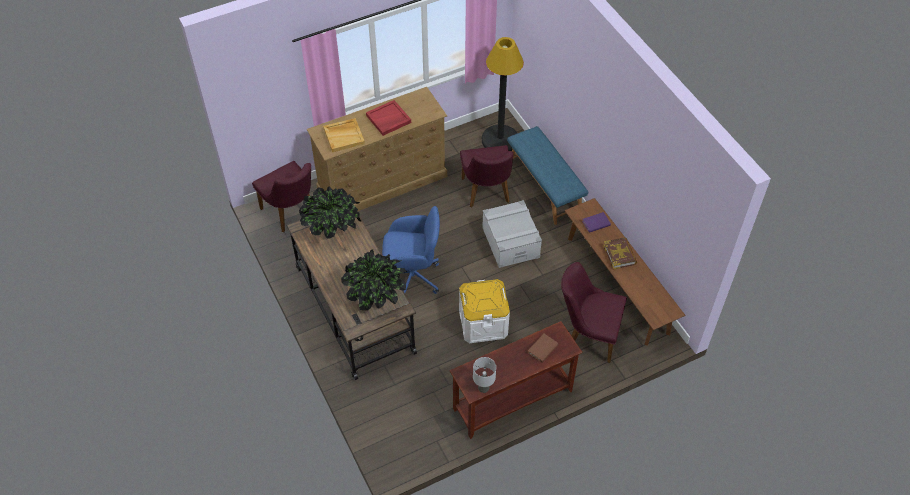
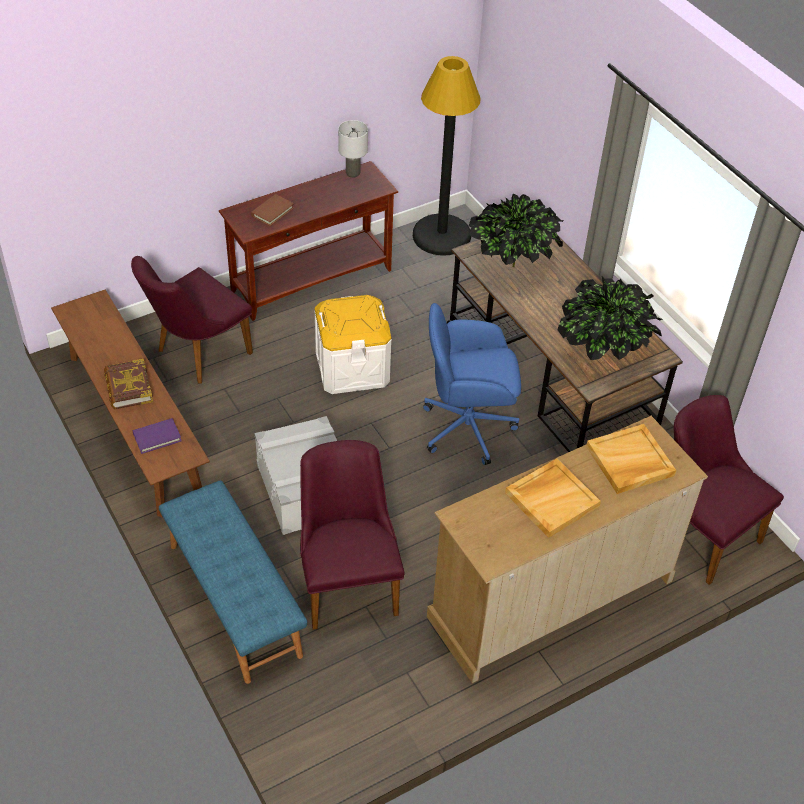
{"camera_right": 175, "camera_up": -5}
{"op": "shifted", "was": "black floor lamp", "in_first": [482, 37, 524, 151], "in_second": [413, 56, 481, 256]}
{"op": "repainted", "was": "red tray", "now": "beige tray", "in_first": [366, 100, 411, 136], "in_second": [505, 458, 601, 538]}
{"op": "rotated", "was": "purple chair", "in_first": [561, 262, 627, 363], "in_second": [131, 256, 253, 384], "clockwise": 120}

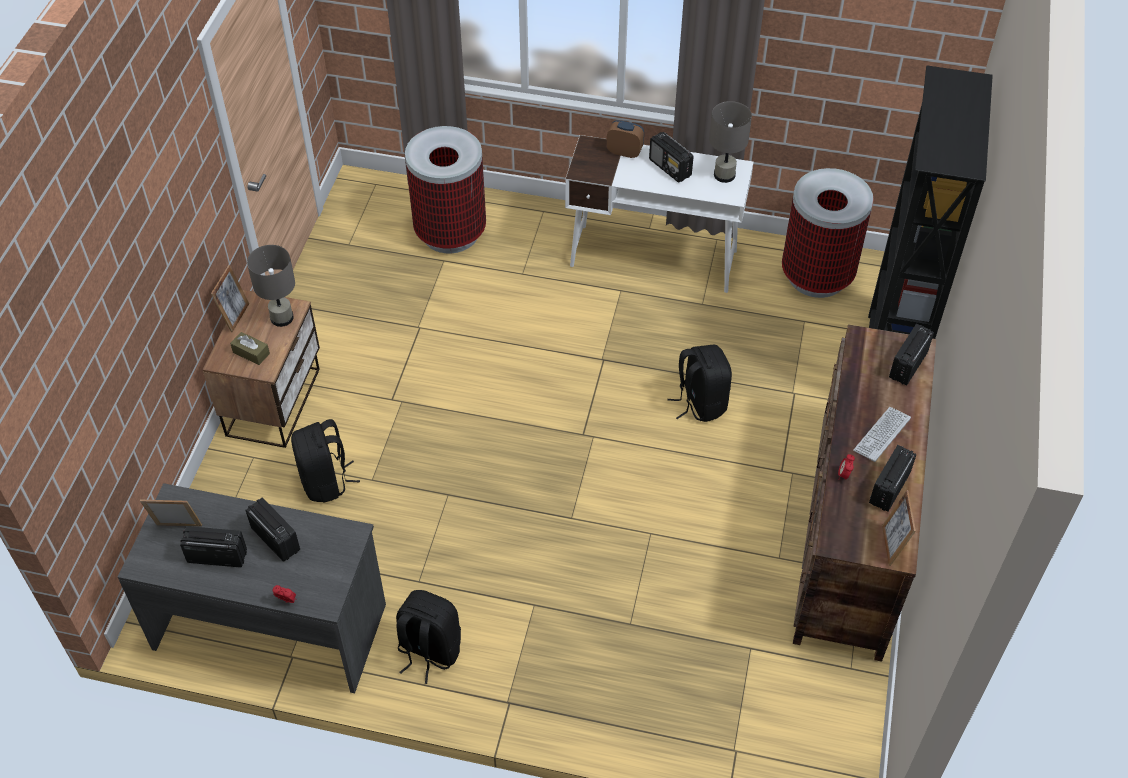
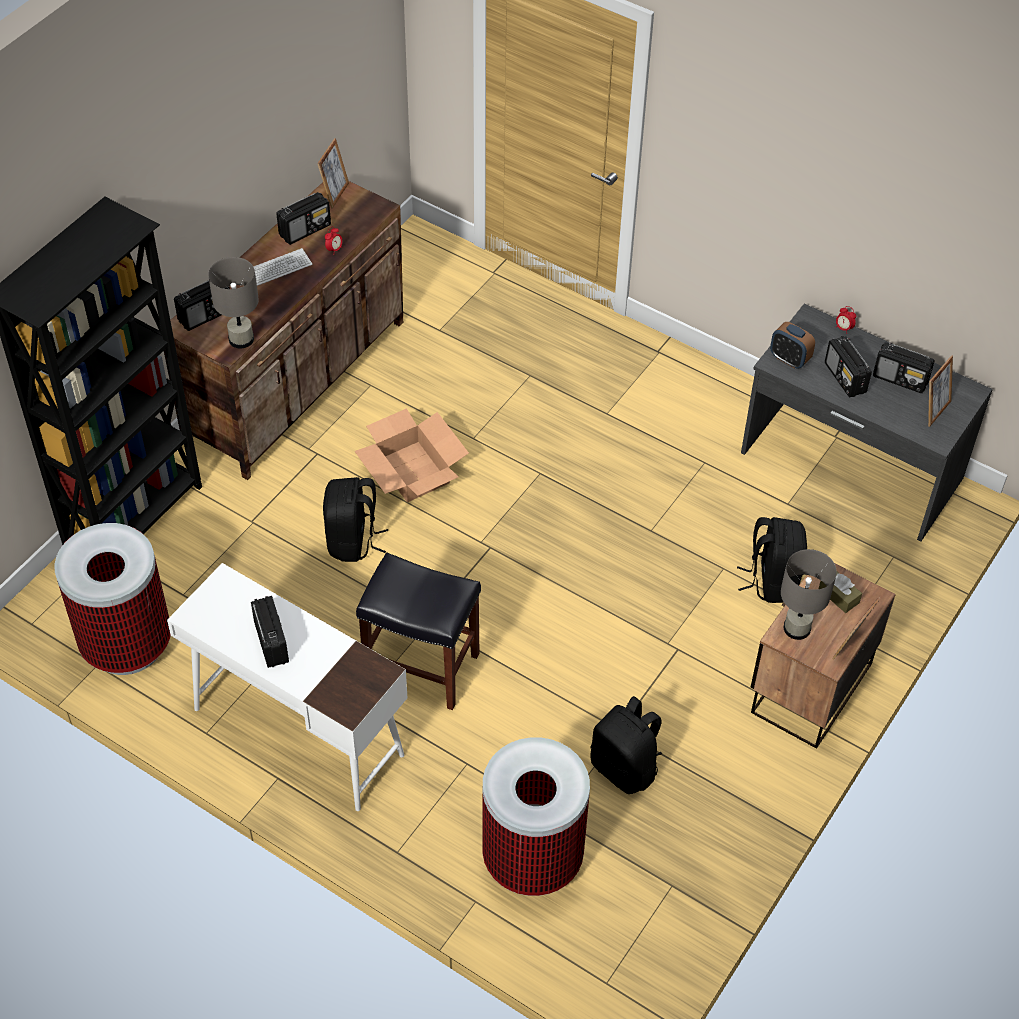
{"camera_right": -160, "camera_up": 0}
{"op": "shifted", "was": "grey table lamp", "in_first": [709, 101, 752, 183], "in_second": [208, 257, 258, 348]}
{"op": "shifted", "was": "alarm clock", "in_first": [607, 120, 644, 158], "in_second": [770, 322, 815, 369]}
{"op": "rotated", "was": "picture frame", "in_first": [140, 499, 202, 526], "in_second": [928, 355, 953, 427], "clockwise": -75}
{"op": "shifted", "was": "black backpack", "in_first": [396, 590, 461, 684], "in_second": [590, 696, 662, 794]}
{"op": "new", "now": "cardboard box", "in_second": [355, 408, 469, 502]}
{"op": "new", "now": "black stool", "in_second": [356, 553, 481, 710]}

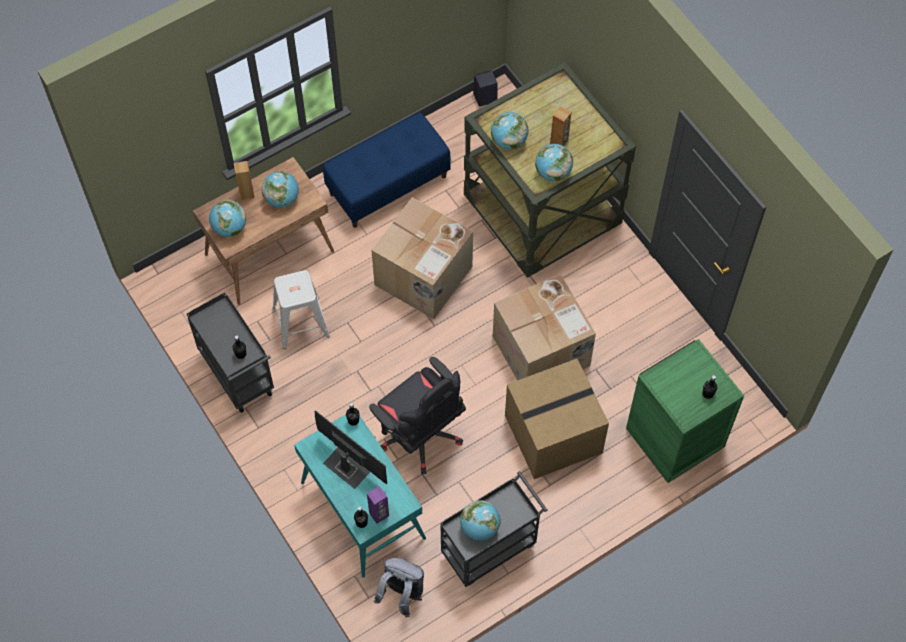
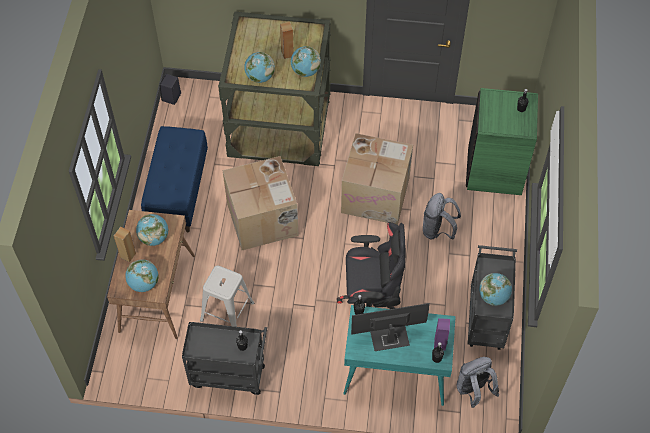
{"camera_right": -50, "camera_up": -5}
{"op": "swapped", "was": "cardboard box", "now": "grey backpack", "in_first": [505, 359, 609, 479], "in_second": [423, 193, 461, 240]}

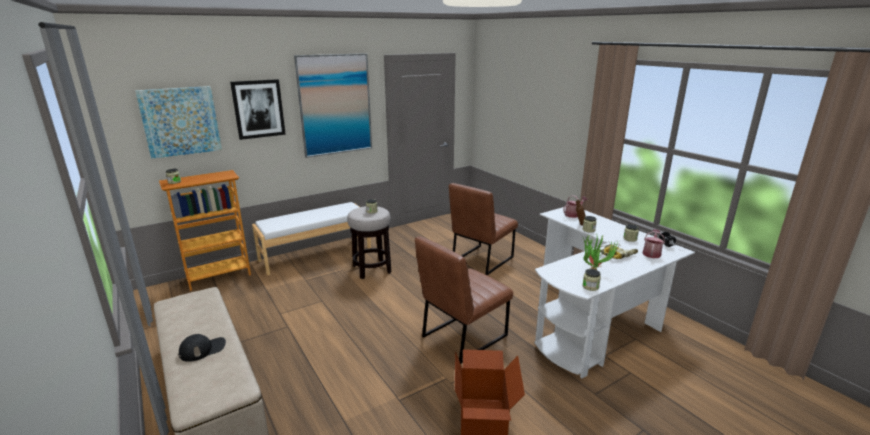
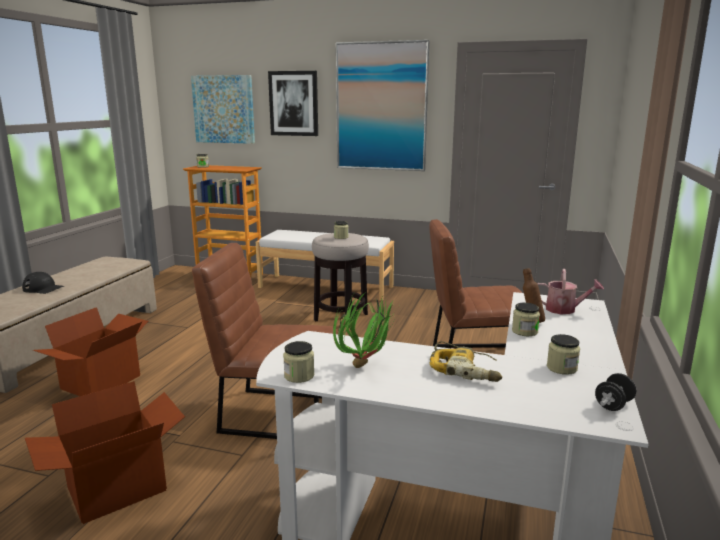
{"camera_right": 50, "camera_up": -5}
{"op": "gone", "was": "watering can", "in_first": [643, 229, 665, 258]}
{"op": "new", "now": "cardboard box", "in_second": [33, 307, 148, 396]}

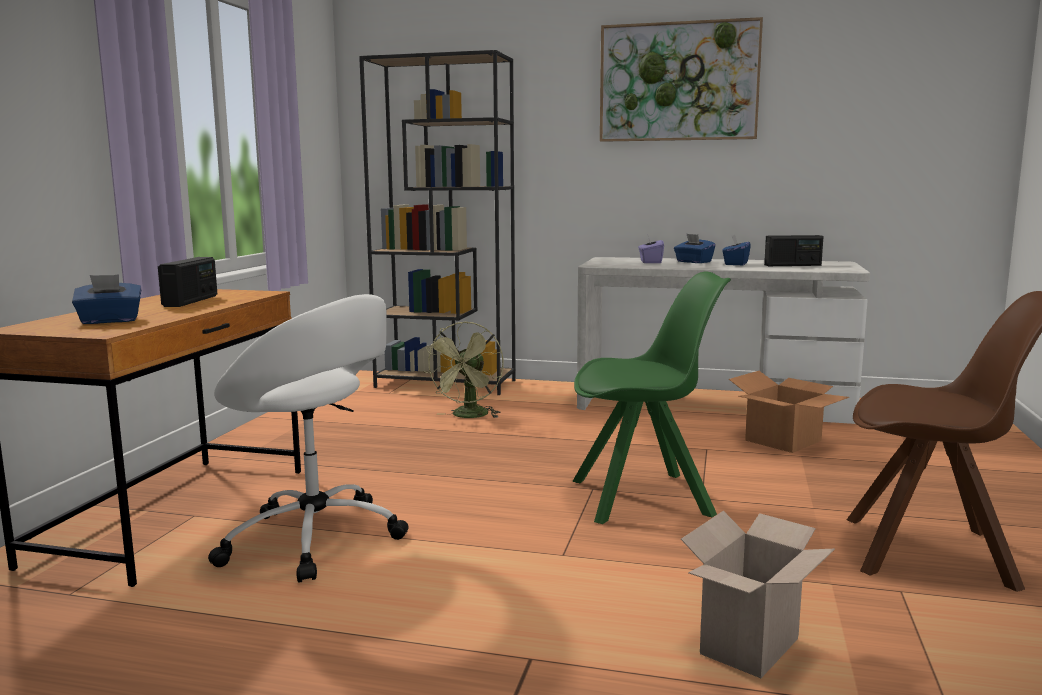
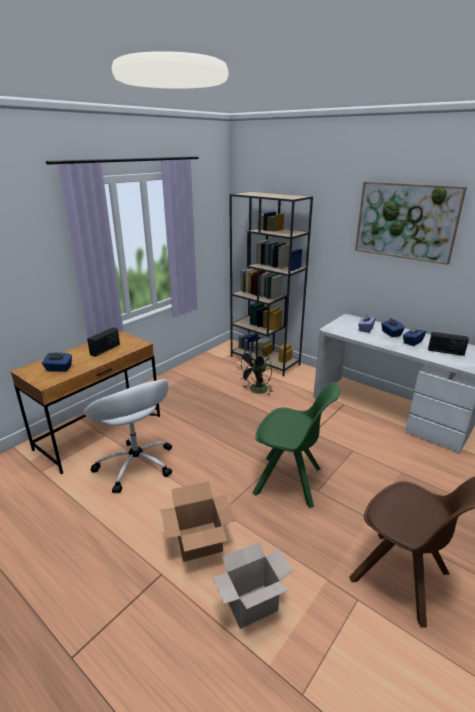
{"camera_right": 25, "camera_up": 15}
{"op": "repainted", "was": "green fan", "now": "black fan", "in_first": [424, 321, 503, 418], "in_second": [237, 347, 273, 395]}
{"op": "shifted", "was": "cardboard box", "in_first": [729, 371, 849, 453], "in_second": [161, 481, 235, 562]}

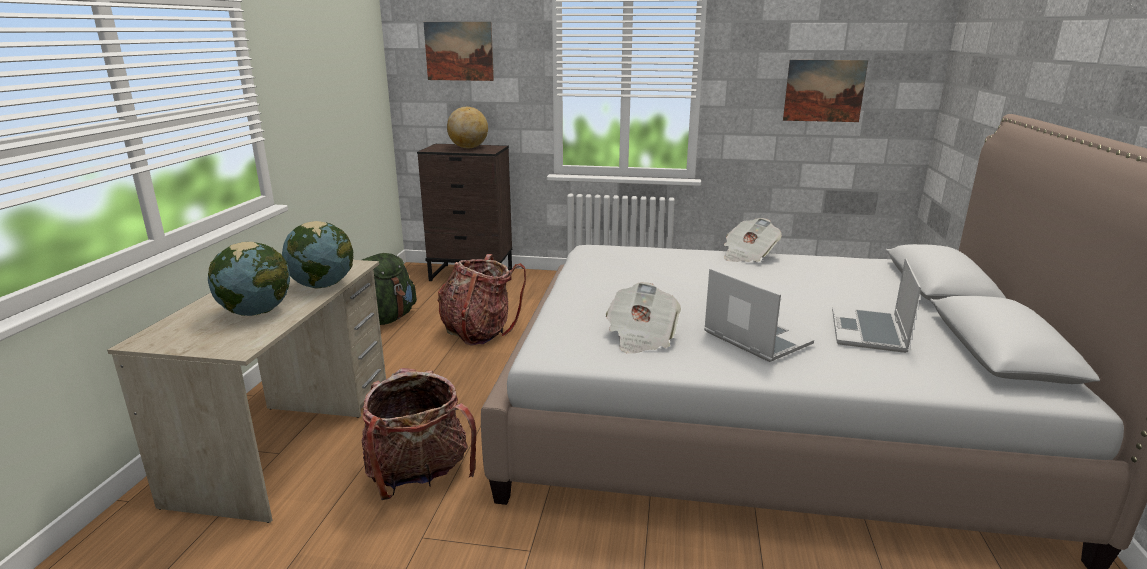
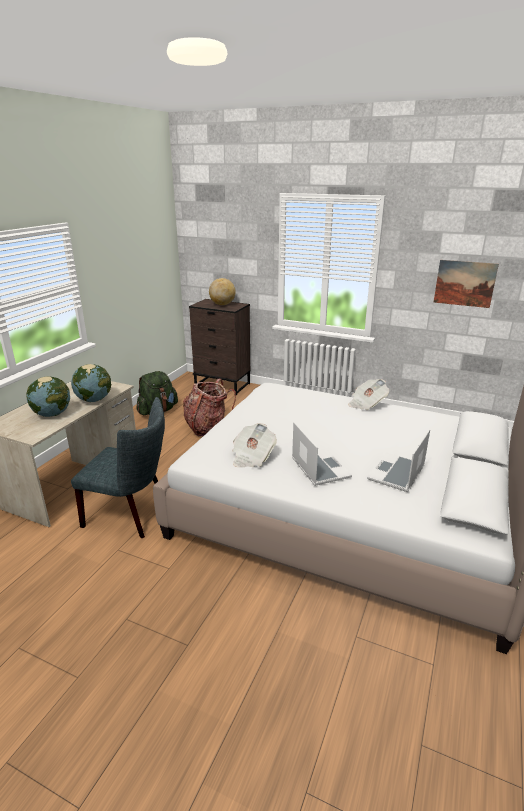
{"camera_right": 15, "camera_up": 5}
{"op": "gone", "was": "picture", "in_first": [424, 22, 494, 81]}
{"op": "swapped", "was": "backpack", "now": "grey chair", "in_first": [362, 368, 476, 500], "in_second": [71, 397, 165, 538]}

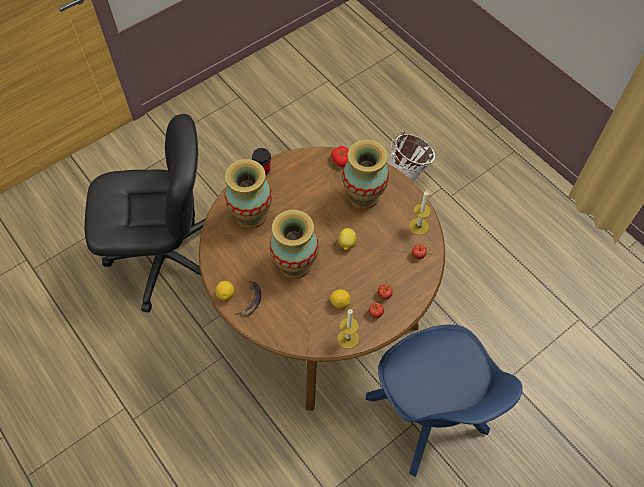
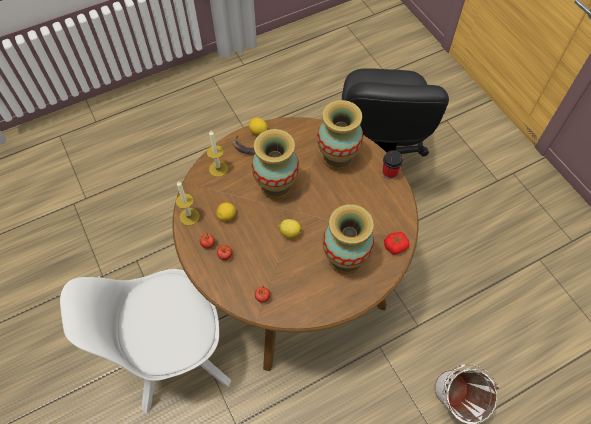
{"camera_right": 100, "camera_up": 0}
{"op": "shifted", "was": "candle", "in_first": [409, 191, 431, 235], "in_second": [207, 131, 228, 177]}
{"op": "repainted", "was": "blue chair", "now": "white chair", "in_first": [366, 325, 523, 477], "in_second": [60, 269, 231, 414]}

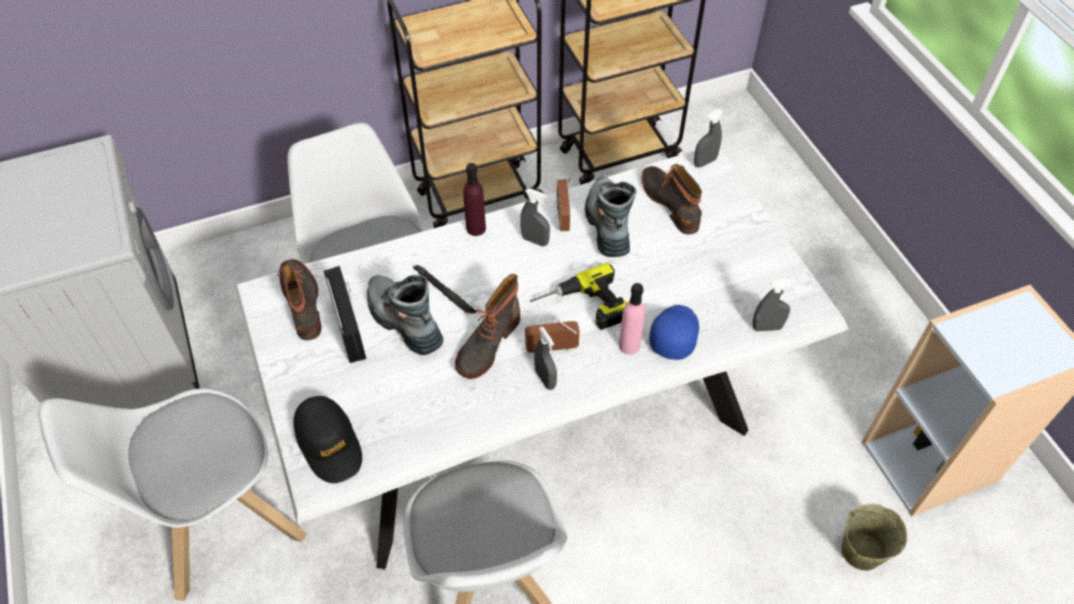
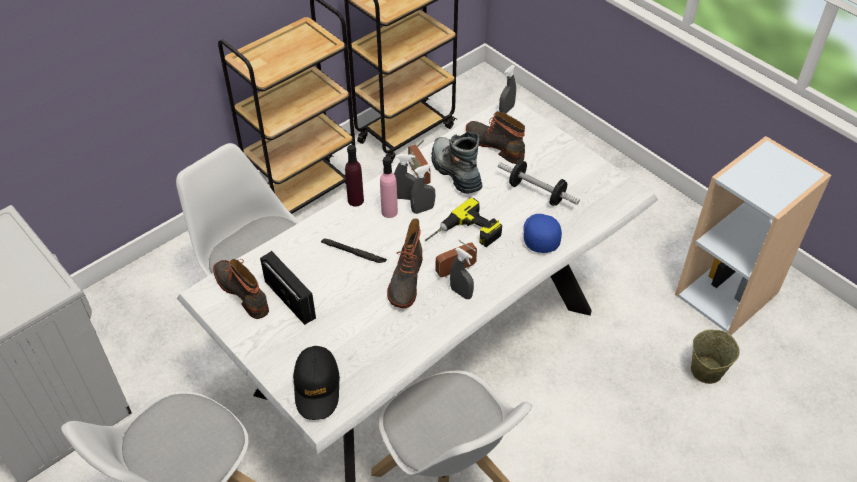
{"camera_right": -20, "camera_up": -5}
{"op": "gone", "was": "boot", "in_first": [367, 275, 443, 355]}
{"op": "shifted", "was": "grey spray bottle", "in_first": [752, 279, 797, 331], "in_second": [410, 164, 435, 214]}
{"op": "shifted", "was": "pink bottle", "in_first": [619, 283, 645, 355], "in_second": [380, 156, 398, 218]}
{"op": "rotated", "was": "black cap", "in_first": [293, 396, 362, 483], "in_second": [293, 346, 340, 420], "clockwise": 45}
{"op": "new", "now": "dumbbell", "in_second": [498, 161, 580, 206]}

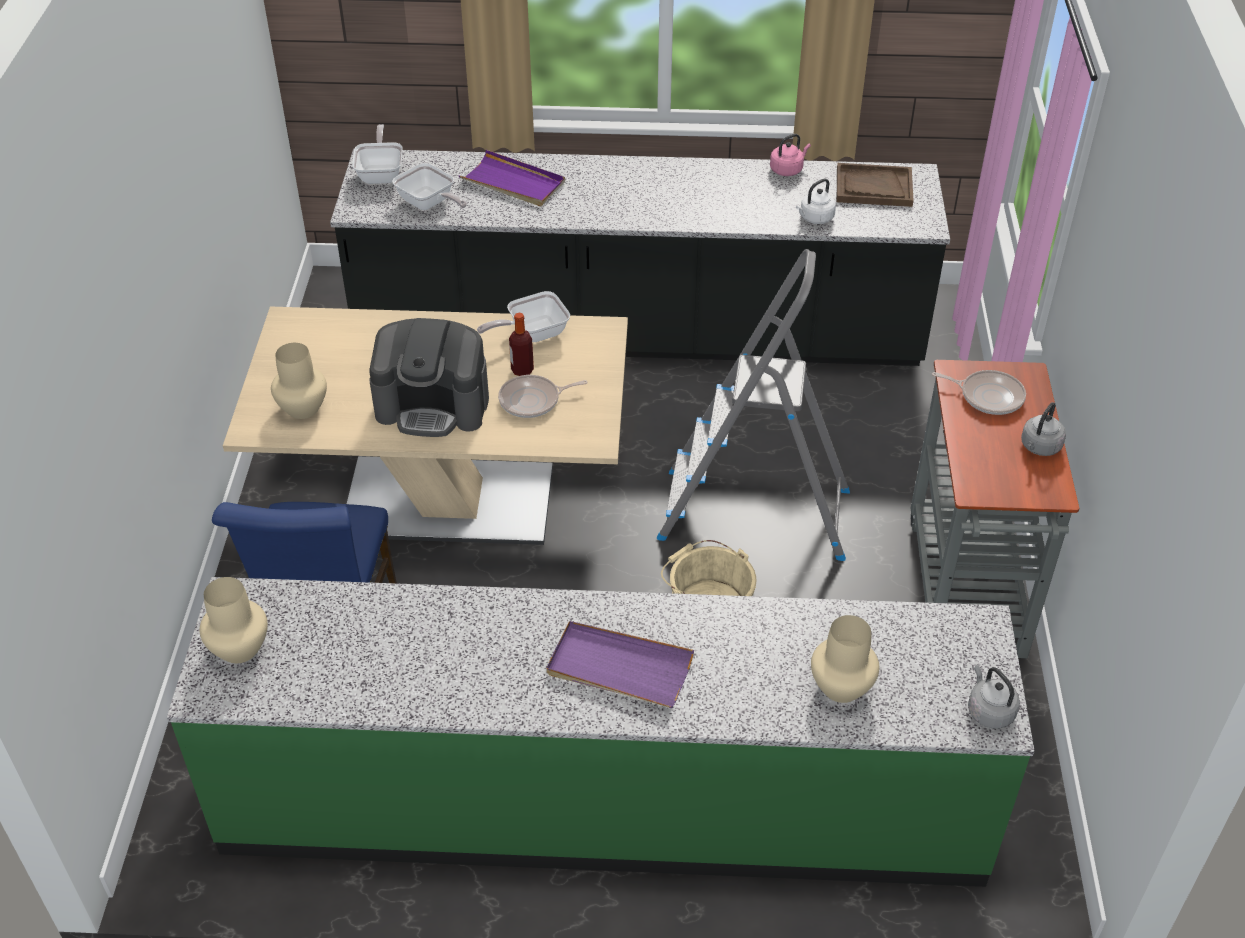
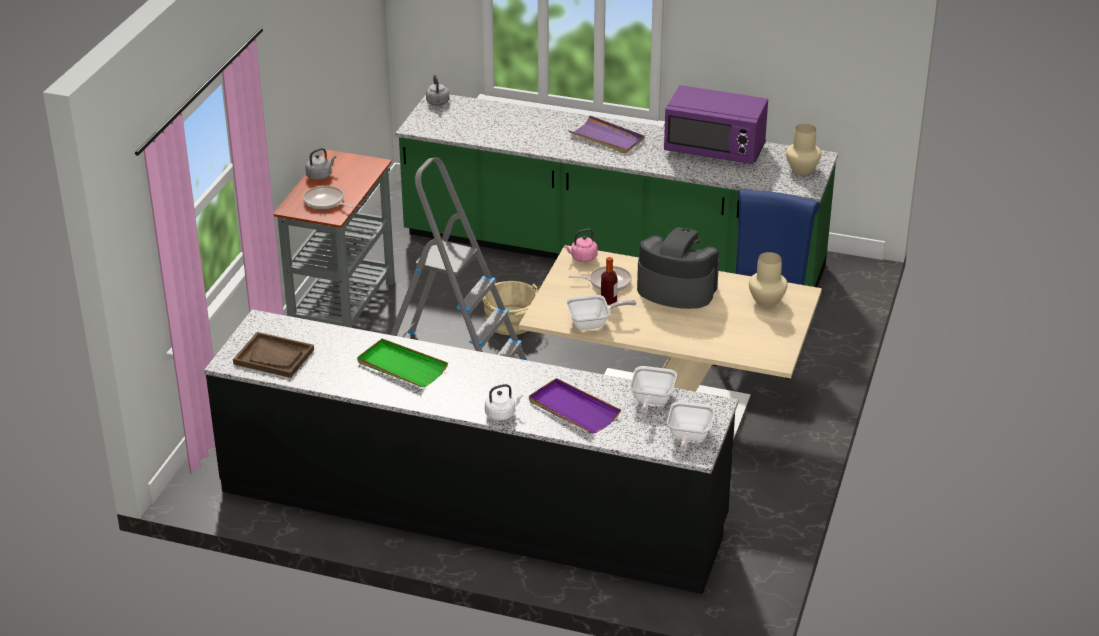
{"camera_right": -165, "camera_up": -10}
{"op": "shifted", "was": "pink kettle", "in_first": [770, 134, 811, 176], "in_second": [564, 229, 598, 262]}
{"op": "rotated", "was": "frying pan", "in_first": [392, 163, 467, 210], "in_second": [630, 366, 677, 415], "clockwise": -135}
{"op": "shifted", "was": "white kettle", "in_first": [796, 178, 836, 224], "in_second": [485, 384, 523, 421]}
{"op": "gone", "was": "beige vase", "in_first": [811, 615, 879, 703]}
{"op": "new", "now": "purple microwave", "in_second": [664, 85, 768, 164]}
{"op": "new", "now": "green tray", "in_second": [357, 339, 448, 387]}

